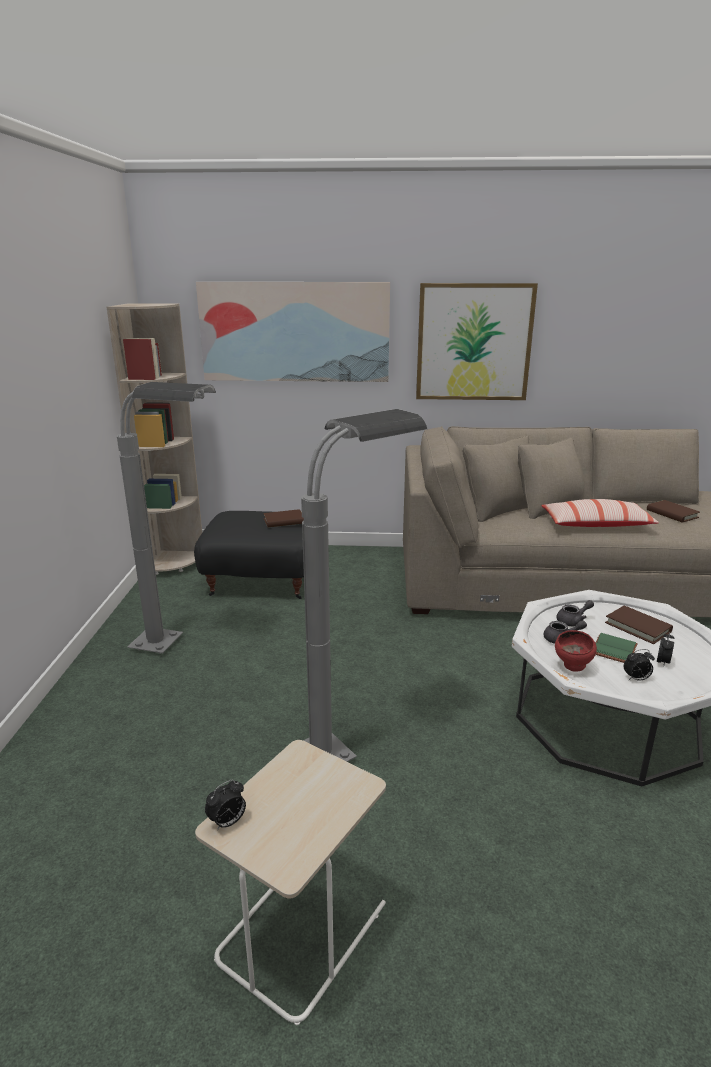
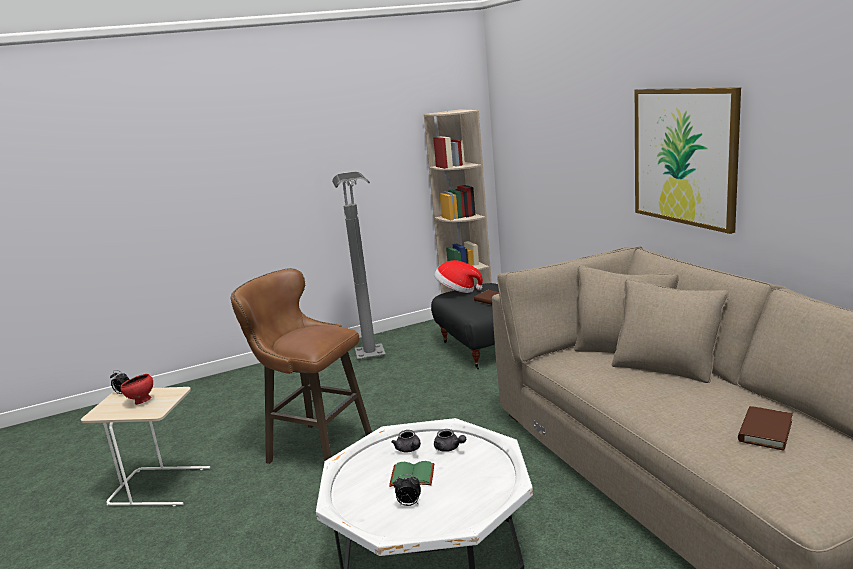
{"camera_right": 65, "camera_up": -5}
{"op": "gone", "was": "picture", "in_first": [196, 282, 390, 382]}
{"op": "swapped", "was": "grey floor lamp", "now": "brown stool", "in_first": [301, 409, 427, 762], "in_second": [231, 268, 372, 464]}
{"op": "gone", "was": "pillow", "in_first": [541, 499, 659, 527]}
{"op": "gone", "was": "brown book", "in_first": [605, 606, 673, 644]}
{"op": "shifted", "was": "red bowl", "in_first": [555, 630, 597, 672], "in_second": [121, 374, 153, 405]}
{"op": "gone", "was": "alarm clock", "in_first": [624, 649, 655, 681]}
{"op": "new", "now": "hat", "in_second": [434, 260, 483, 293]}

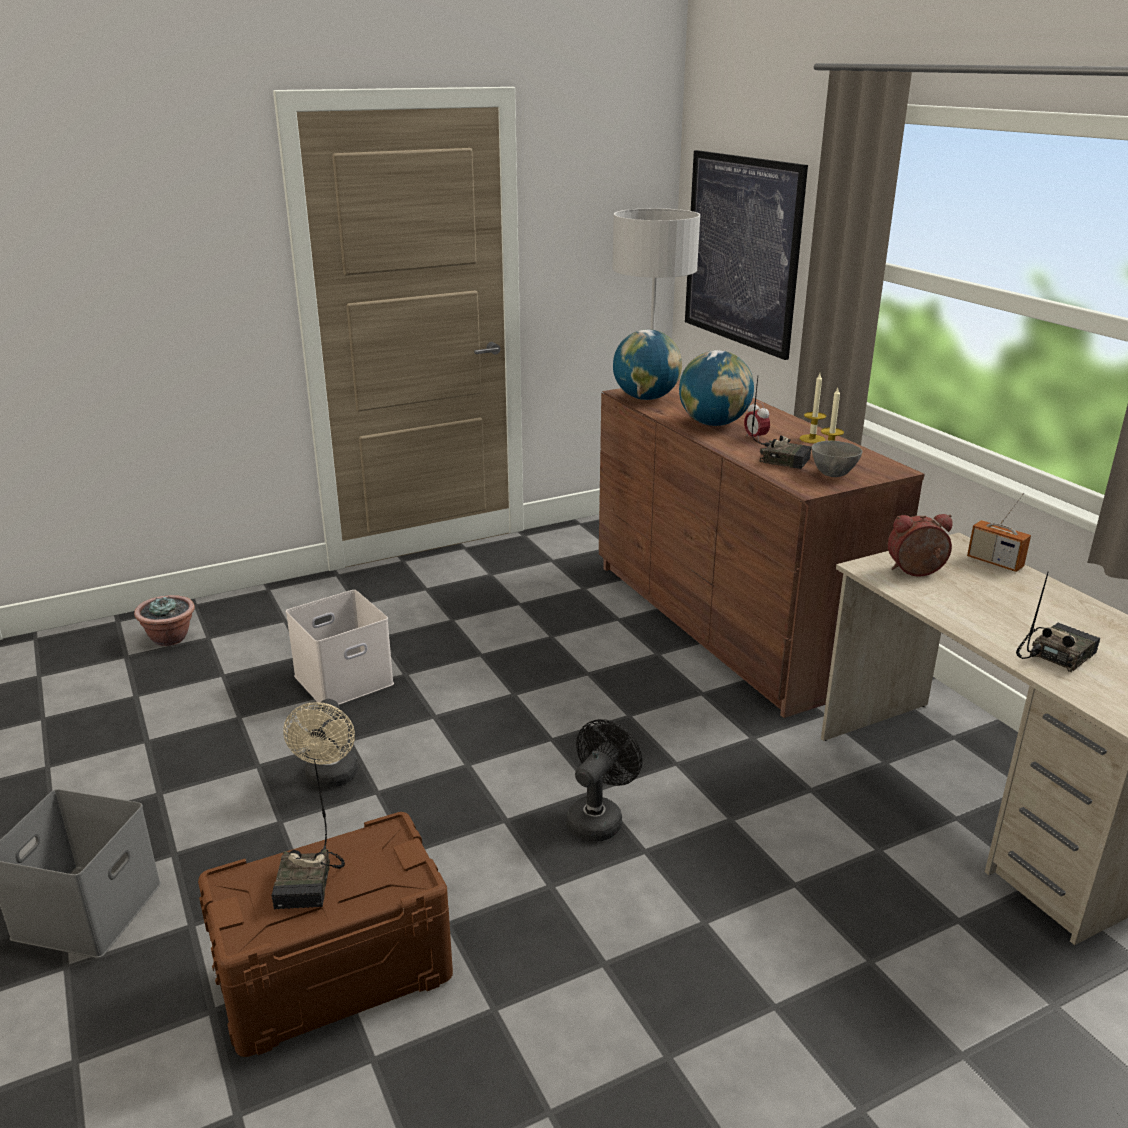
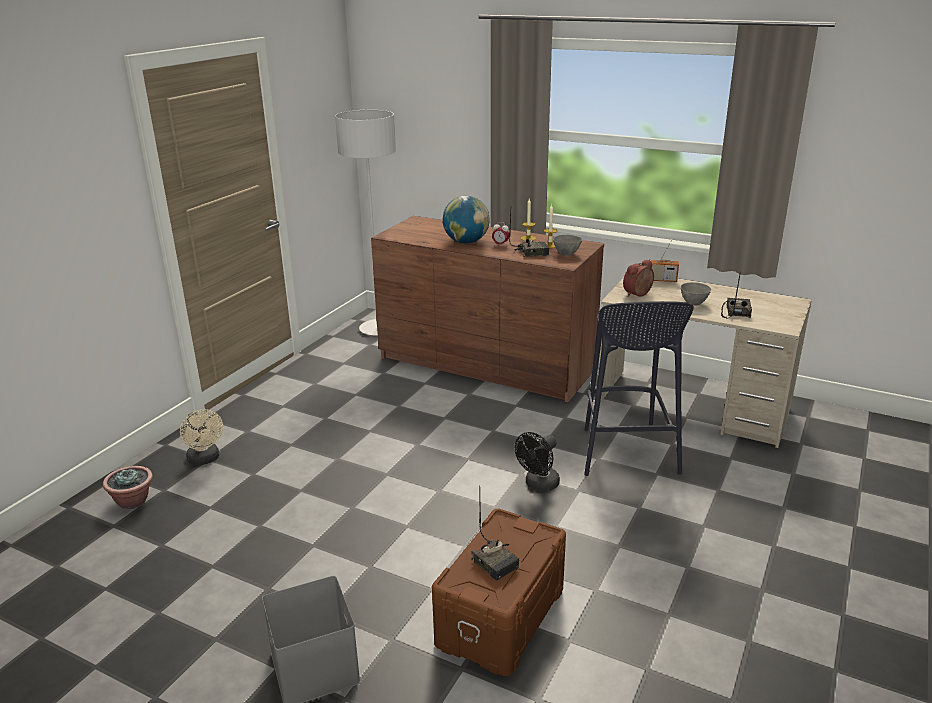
{"camera_right": -35, "camera_up": 0}
{"op": "gone", "was": "picture", "in_first": [685, 150, 808, 360]}
{"op": "gone", "was": "globe", "in_first": [613, 329, 682, 400]}
{"op": "gone", "was": "white storage box", "in_first": [286, 590, 394, 705]}
{"op": "shifted", "was": "beige fan", "in_first": [283, 699, 358, 788], "in_second": [180, 409, 223, 465]}
{"op": "rotated", "was": "black fan", "in_first": [566, 719, 642, 841], "in_second": [515, 432, 560, 492], "clockwise": -135}
{"op": "new", "now": "grey bowl", "in_second": [680, 282, 711, 306]}
{"op": "new", "now": "grey stool", "in_second": [584, 301, 694, 476]}

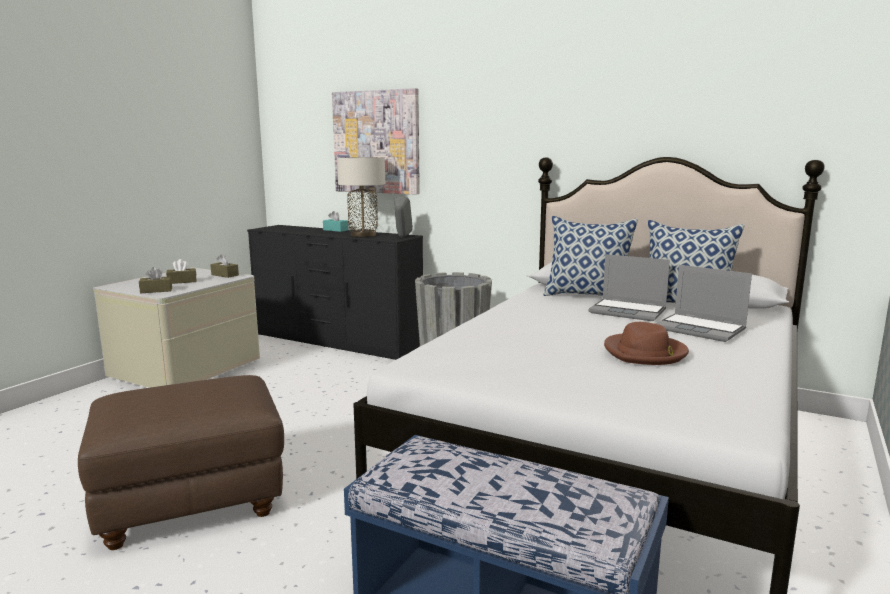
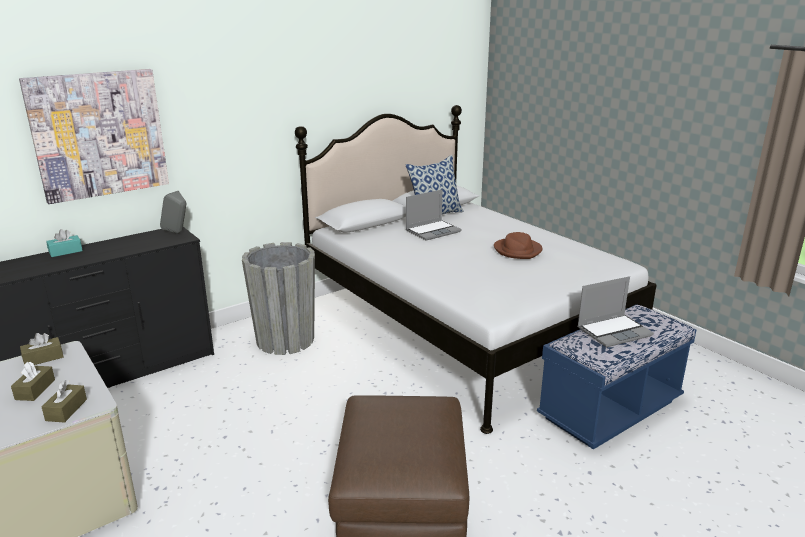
{"camera_right": -65, "camera_up": 10}
{"op": "gone", "was": "table lamp", "in_first": [337, 157, 386, 237]}
{"op": "gone", "was": "pillow", "in_first": [544, 216, 638, 296]}
{"op": "shifted", "was": "laptop", "in_first": [655, 265, 752, 342], "in_second": [577, 276, 654, 347]}

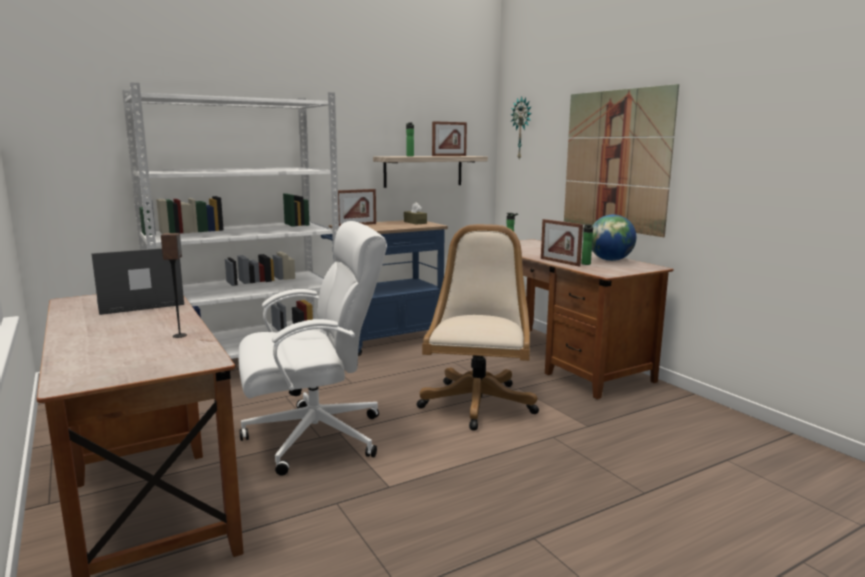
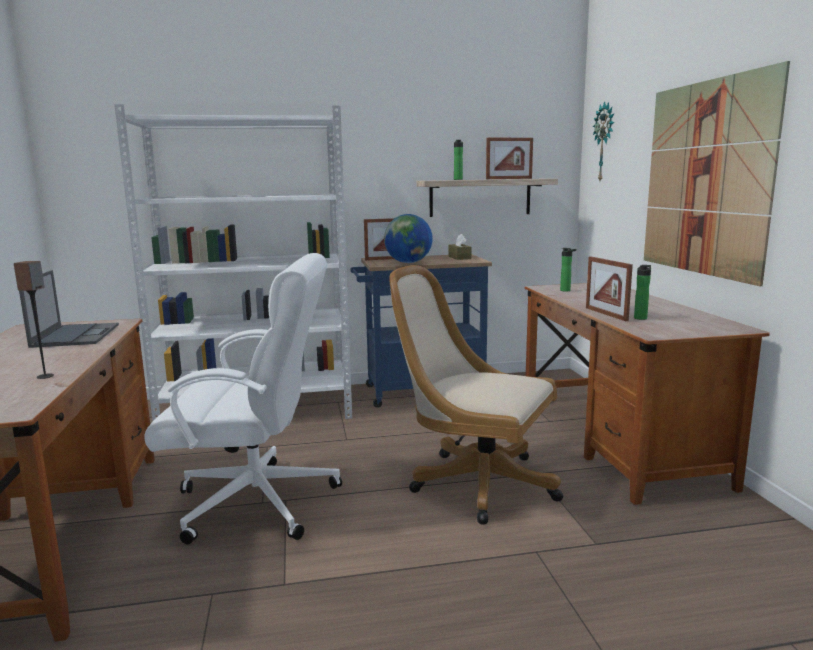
{"camera_right": 20, "camera_up": 0}
{"op": "shifted", "was": "globe", "in_first": [592, 214, 636, 261], "in_second": [384, 214, 433, 263]}
{"op": "rotated", "was": "office chair", "in_first": [416, 224, 539, 431], "in_second": [389, 265, 563, 525], "clockwise": -90}
{"op": "rotated", "was": "laptop", "in_first": [91, 248, 184, 315], "in_second": [19, 270, 119, 348], "clockwise": 90}

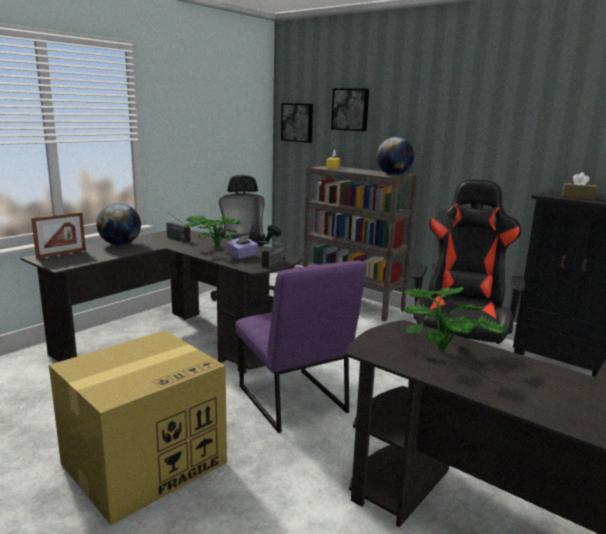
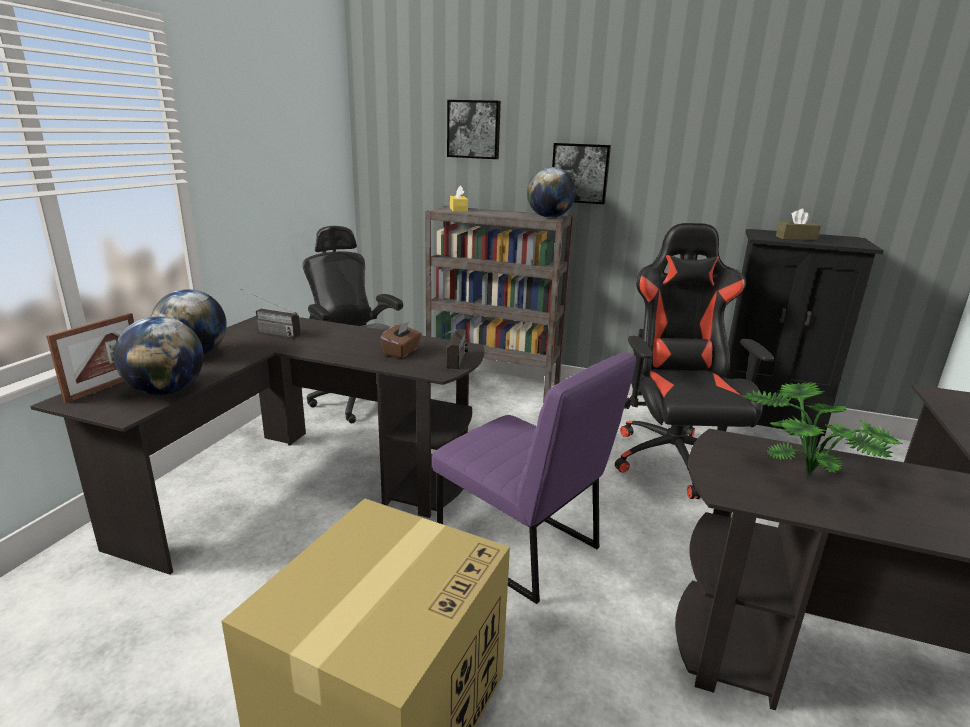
{"camera_right": -20, "camera_up": 5}
{"op": "shifted", "was": "picture", "in_first": [281, 103, 313, 143], "in_second": [552, 143, 611, 204]}
{"op": "gone", "was": "potted plant", "in_first": [184, 214, 240, 247]}
{"op": "repainted", "was": "purple tissue box", "now": "brown tissue box", "in_first": [227, 235, 258, 259], "in_second": [380, 321, 422, 358]}
{"op": "new", "now": "globe", "in_second": [114, 316, 204, 395]}

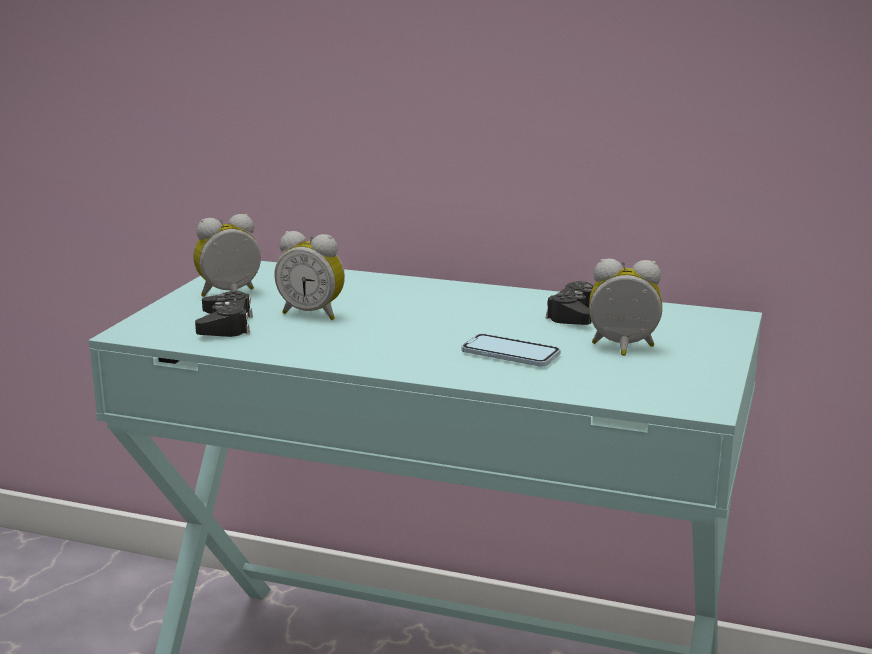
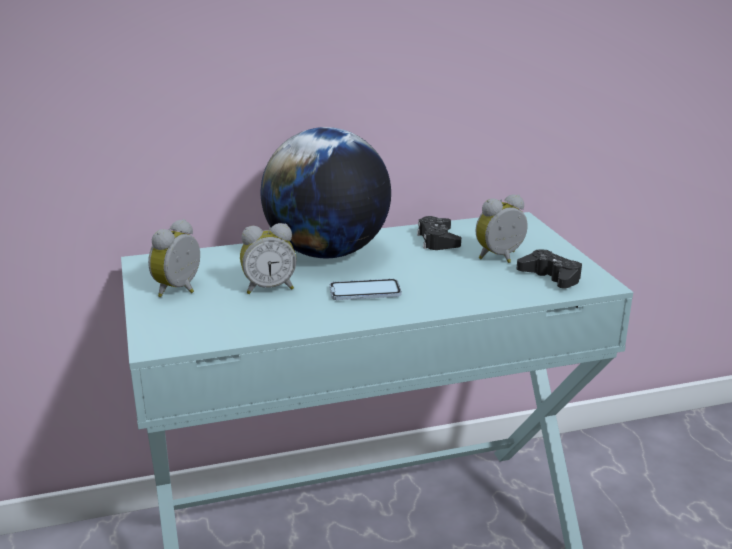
{"camera_right": -35, "camera_up": 5}
{"op": "shifted", "was": "black game controller", "in_first": [195, 291, 253, 337], "in_second": [517, 249, 582, 289]}
{"op": "shifted", "was": "phone", "in_first": [462, 334, 561, 367], "in_second": [329, 279, 402, 300]}
{"op": "new", "now": "globe", "in_second": [261, 127, 391, 258]}

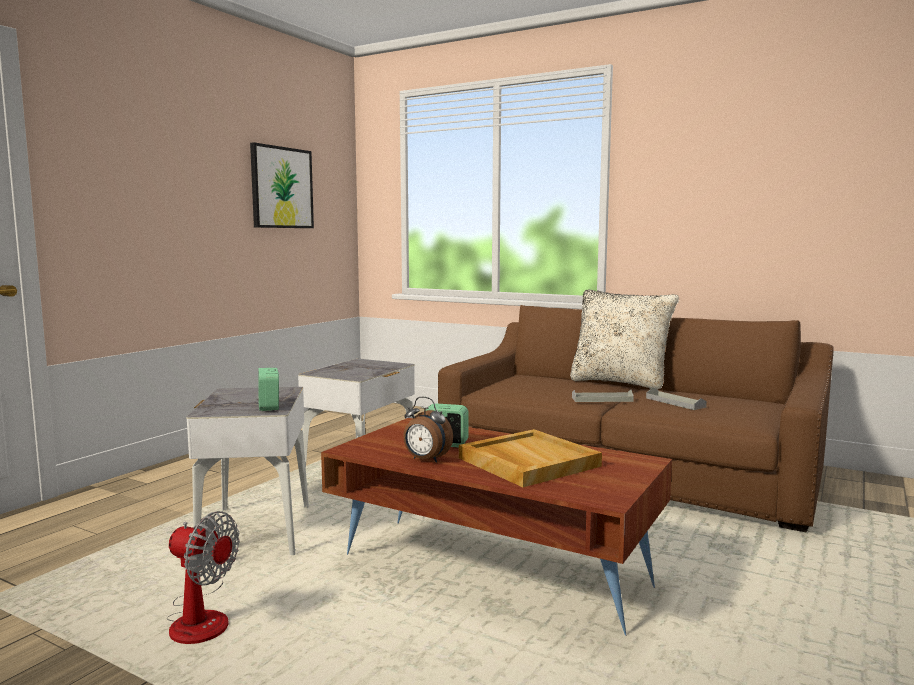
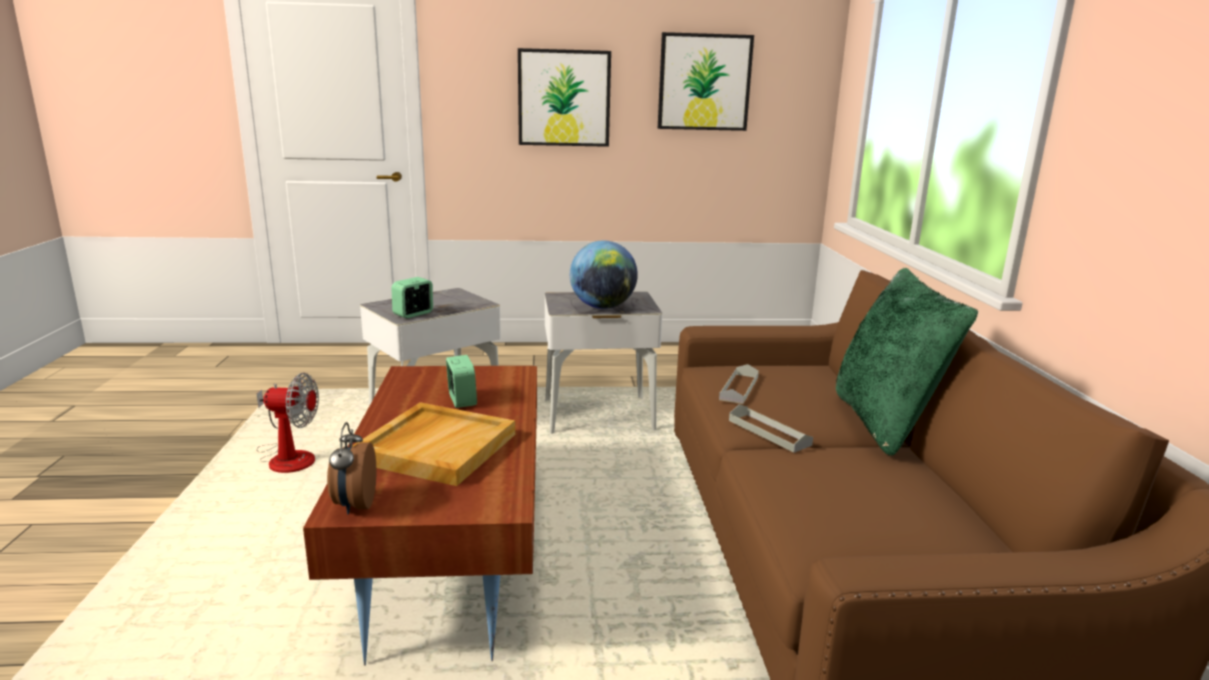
{"camera_right": 55, "camera_up": 10}
{"op": "repainted", "was": "beige pillow", "now": "green pillow", "in_first": [570, 289, 680, 389], "in_second": [836, 268, 978, 456]}
{"op": "shifted", "was": "grey tray", "in_first": [646, 387, 707, 410], "in_second": [719, 364, 759, 404]}
{"op": "shifted", "was": "alarm clock", "in_first": [403, 397, 453, 463], "in_second": [327, 422, 376, 515]}
{"op": "rotated", "was": "fan", "in_first": [167, 511, 240, 644], "in_second": [257, 373, 319, 473], "clockwise": -75}
{"op": "new", "now": "picture", "in_second": [518, 48, 611, 147]}
{"op": "new", "now": "globe", "in_second": [570, 240, 638, 309]}

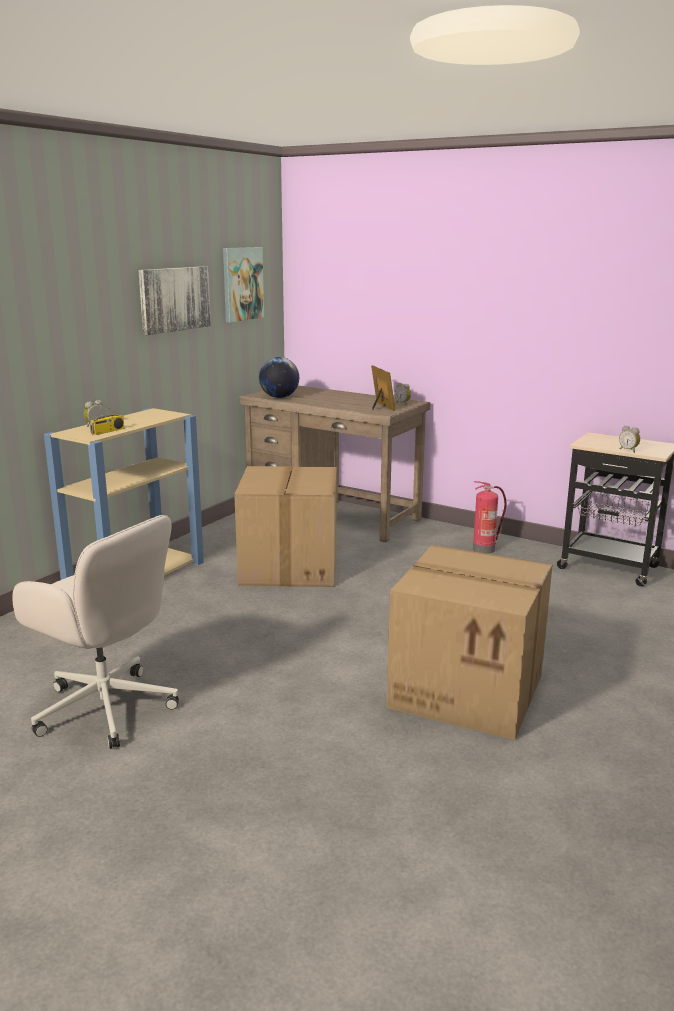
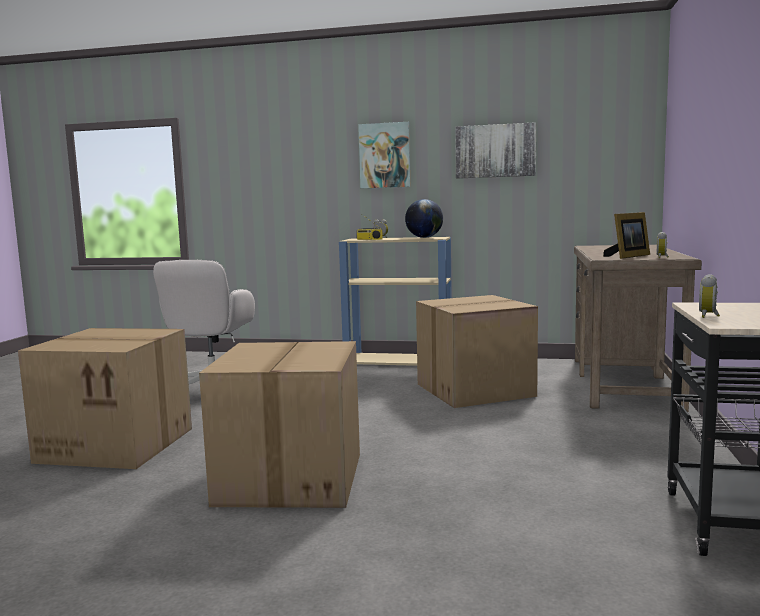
{"camera_right": 70, "camera_up": -10}
{"op": "shifted", "was": "picture", "in_first": [223, 247, 264, 323], "in_second": [358, 122, 410, 188]}
{"op": "shifted", "was": "globe", "in_first": [259, 357, 299, 398], "in_second": [405, 199, 443, 238]}
{"op": "gone", "was": "fire extinguisher", "in_first": [473, 481, 506, 554]}
{"op": "new", "now": "cardboard box", "in_second": [18, 328, 192, 469]}

